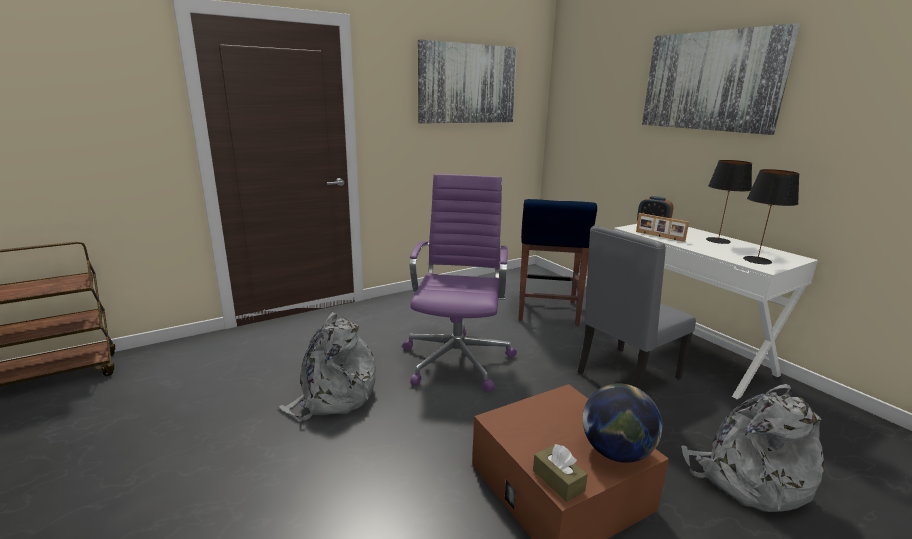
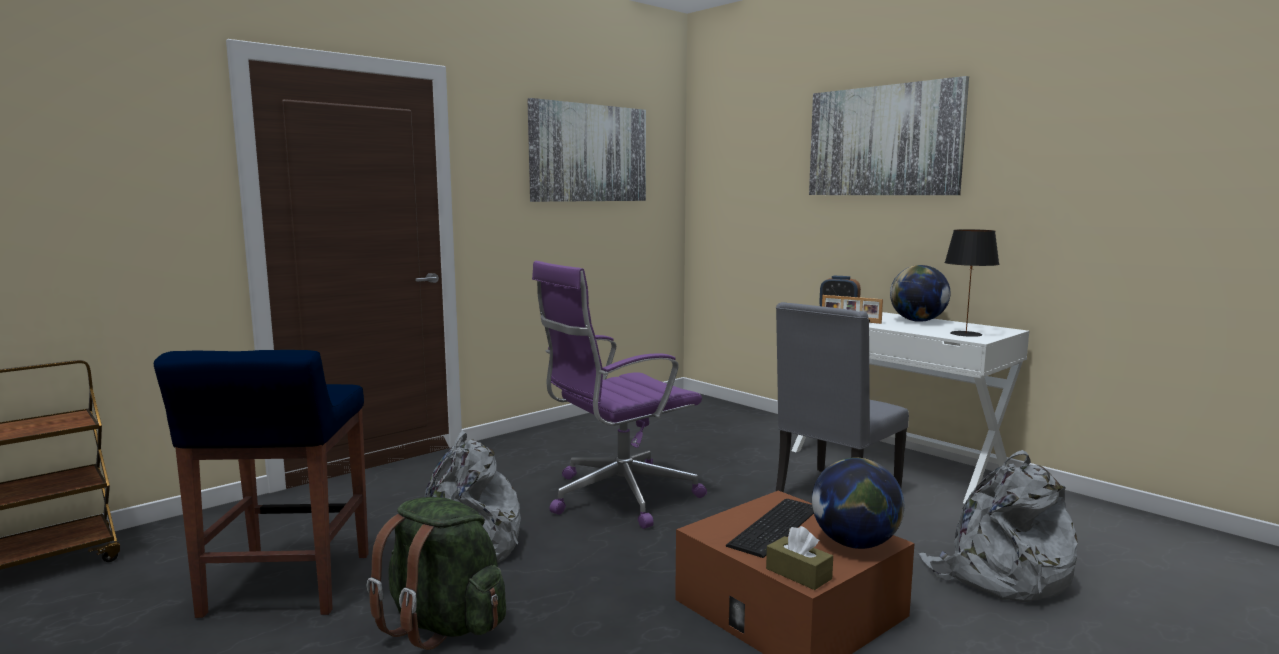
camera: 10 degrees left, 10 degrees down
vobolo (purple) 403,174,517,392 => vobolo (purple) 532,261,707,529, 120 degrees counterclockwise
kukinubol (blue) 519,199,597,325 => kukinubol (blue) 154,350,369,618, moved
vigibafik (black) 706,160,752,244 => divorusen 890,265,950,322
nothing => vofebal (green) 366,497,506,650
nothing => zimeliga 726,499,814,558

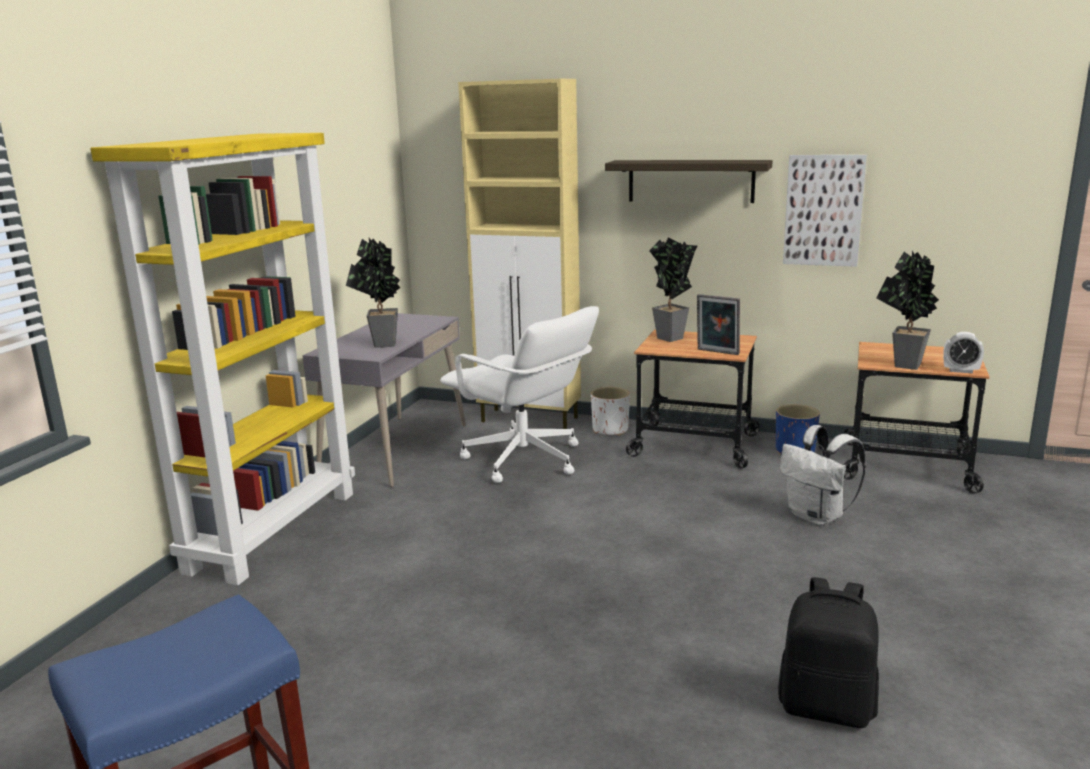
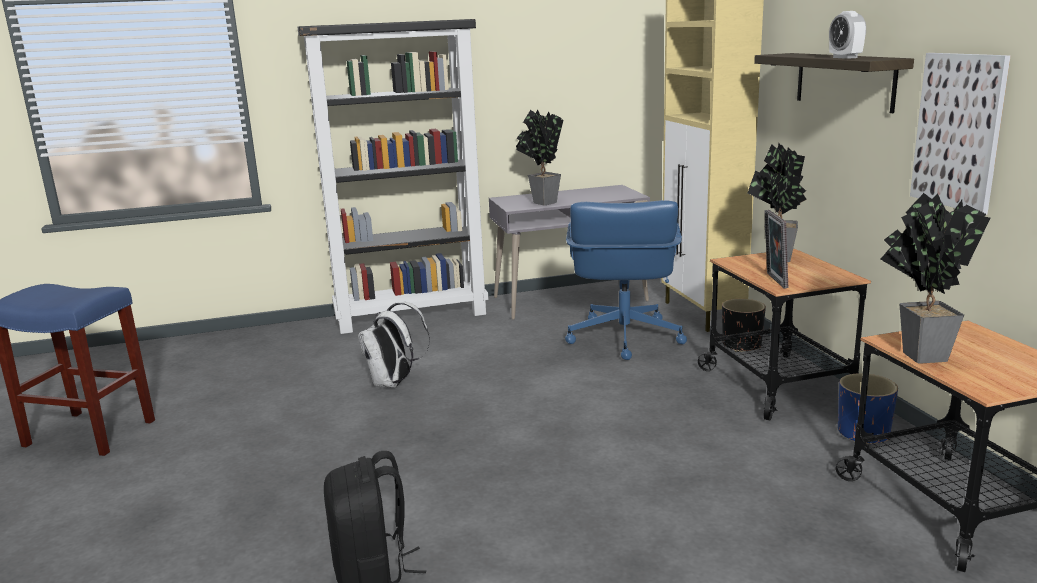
camera: 55 degrees right, 0 degrees up
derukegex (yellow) 90,133,355,586 => derukegex (black) 298,19,488,334
vobolo (white) 440,306,599,483 => vobolo (blue) 565,200,687,360
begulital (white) 591,387,630,436 => begulital (black) 722,299,766,352
vofebal (white) 780,425,866,526 => vofebal (white) 358,302,430,388, moved
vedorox 943,332,984,373 => vedorox 829,11,866,59, moved

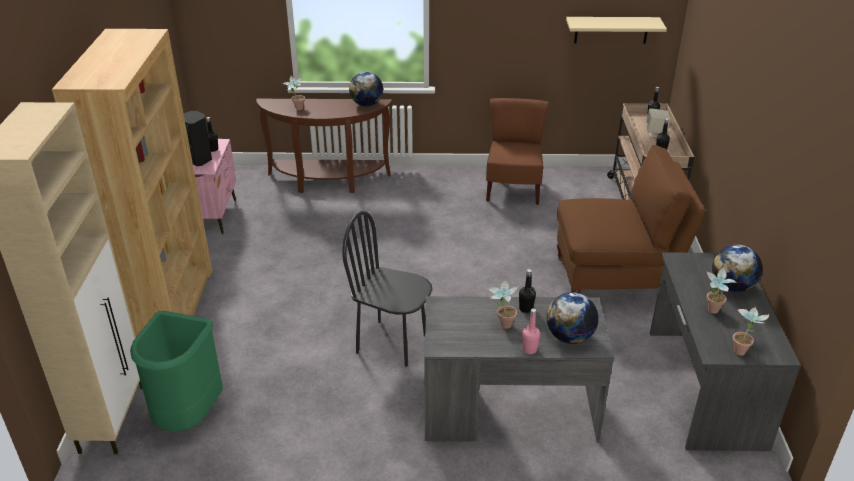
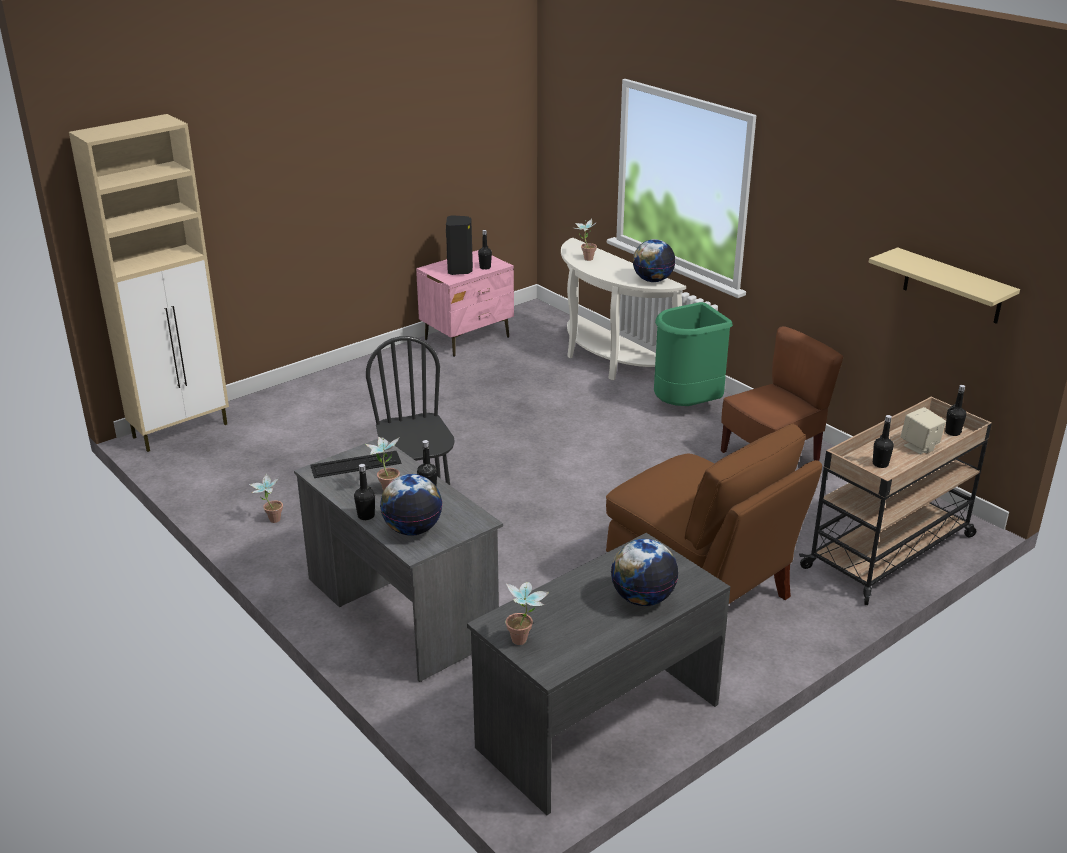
camera: 50 degrees right, 5 degrees down
derukegex (brown) 52,29,212,337 => nothing
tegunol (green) 130,311,223,432 => tegunol (green) 654,302,733,406, moved
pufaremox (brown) 256,99,392,193 => pufaremox (white) 561,238,686,380
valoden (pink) 522,308,540,354 => valoden (black) 354,464,375,520
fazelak 706,267,737,314 => fazelak 249,473,283,523, moved
nothing => zimeliga 310,451,402,478

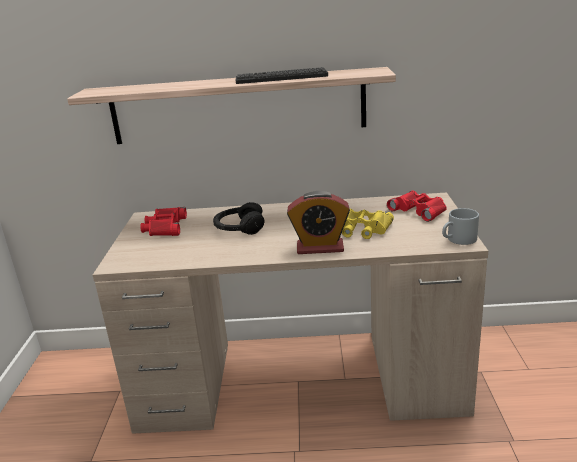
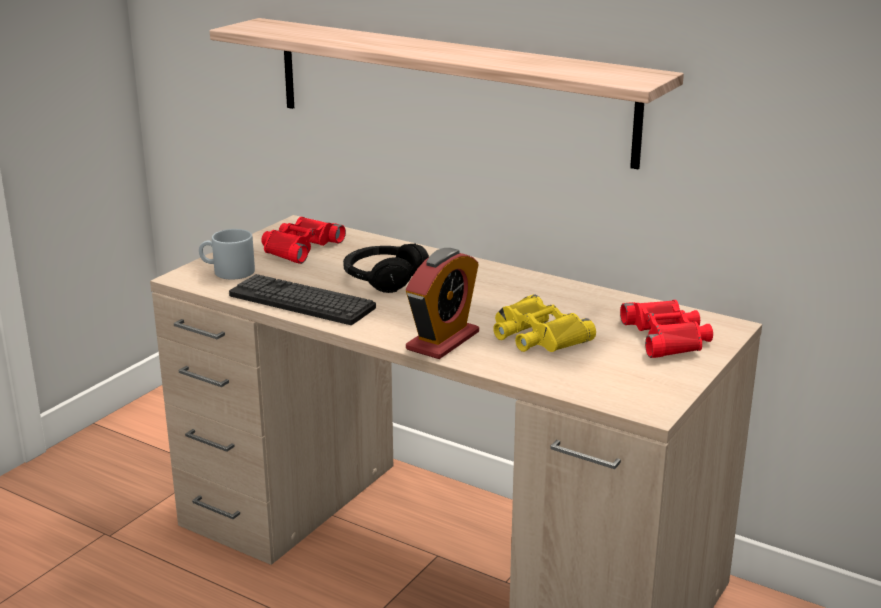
camera: 30 degrees right, 0 degrees up
zimeliga 236,67,328,84 => zimeliga 229,274,376,325, moved
vedorox 287,191,350,254 => vedorox 406,248,479,359, 90 degrees counterclockwise
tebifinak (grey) 442,208,479,245 => tebifinak (grey) 199,229,255,280, moved

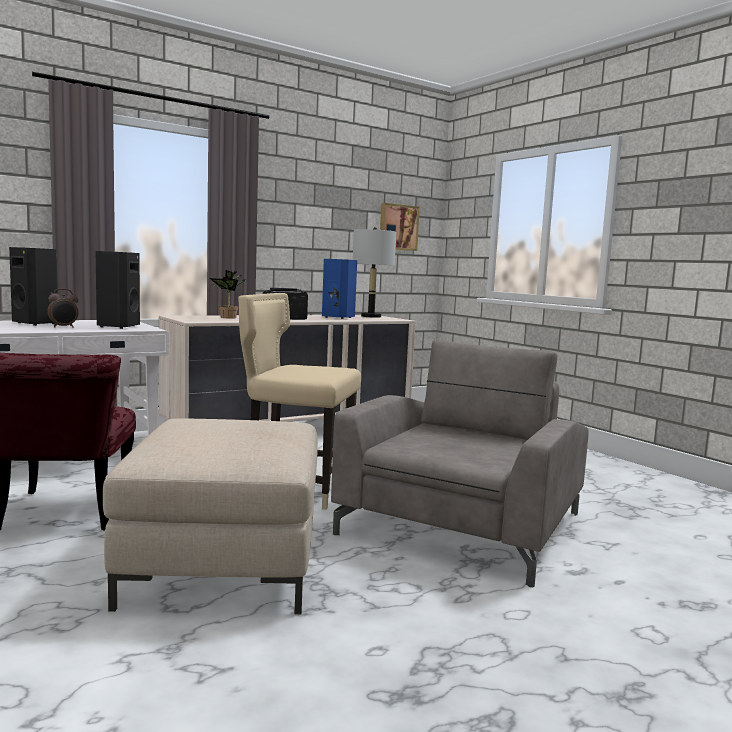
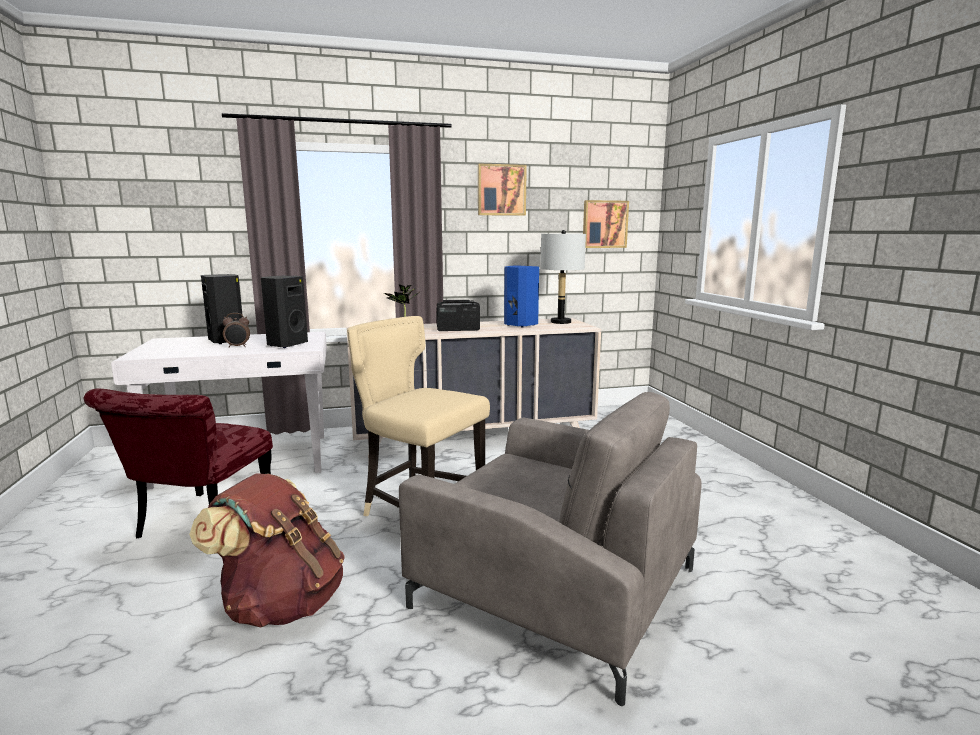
camera: 20 degrees right, 5 degrees up
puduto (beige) 103,419,318,614 => vofebal (brown) 189,473,345,628
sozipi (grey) 331,340,589,587 => sozipi (grey) 399,392,702,706, 75 degrees clockwise
nothing => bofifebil 478,163,527,216

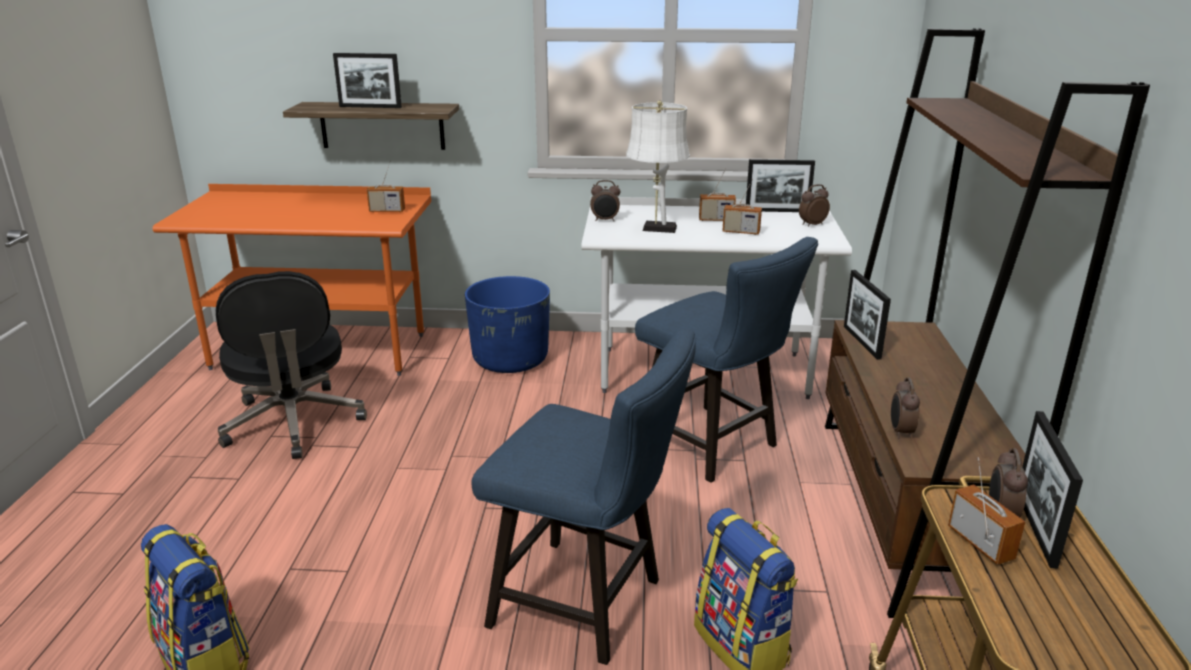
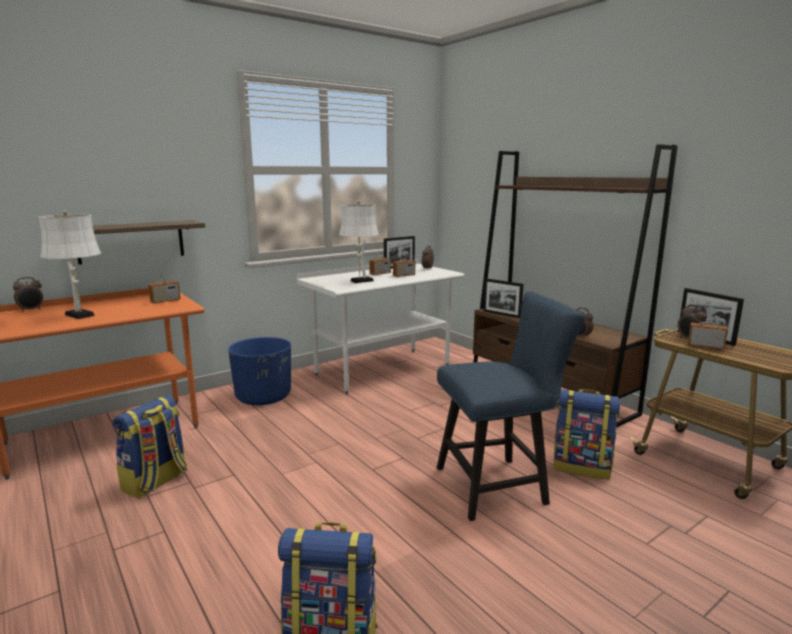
camera: 40 degrees left, 10 degrees down
vobolo (black) 216,271,367,459 => vofebal 113,395,187,499
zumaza 333,53,402,108 => nothing
vedorox 590,180,620,221 => vedorox 13,277,43,312, moved
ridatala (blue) 635,237,818,483 => nothing
nothing => vigibafik (white) 38,210,101,319

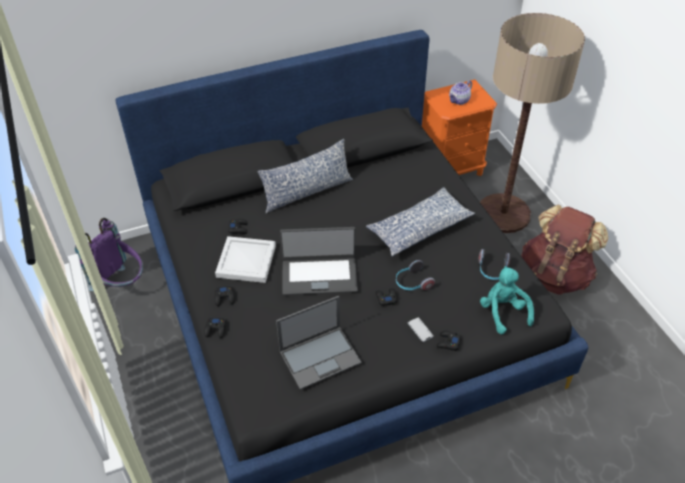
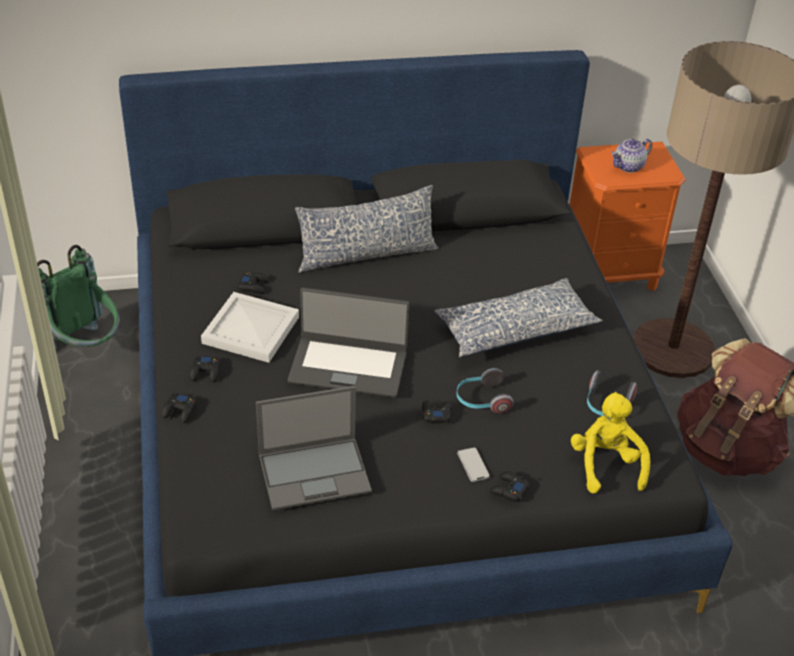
camera: 10 degrees right, 5 degrees down
vofebal (purple) 75,218,143,291 => vofebal (green) 37,245,120,350
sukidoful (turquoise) 480,266,534,334 => sukidoful (yellow) 571,392,650,493

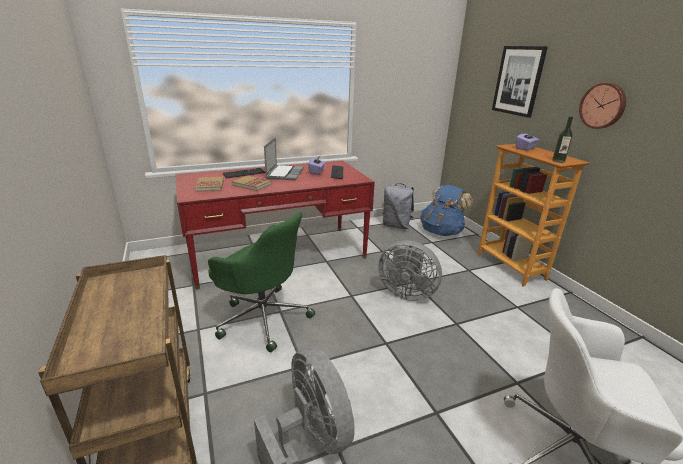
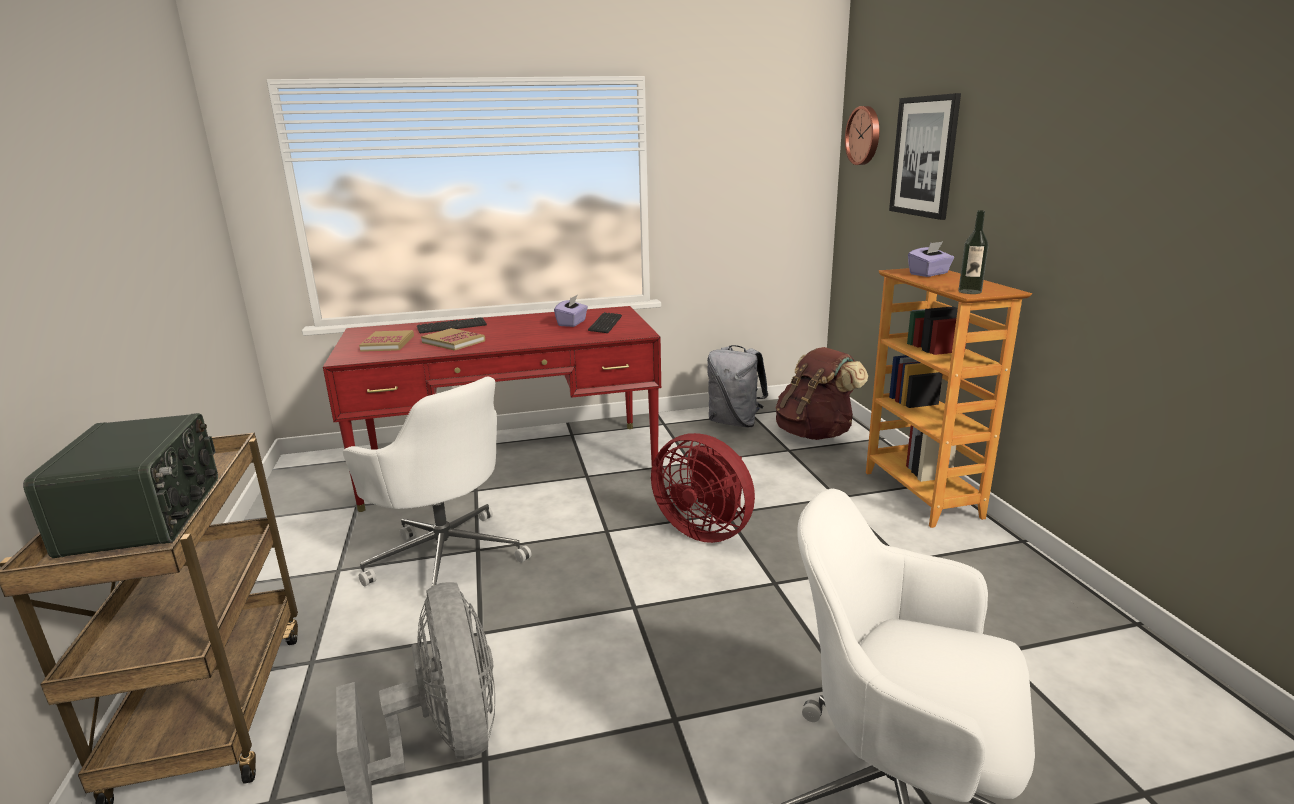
camera: 10 degrees right, 5 degrees down
vobolo (green) 208,212,315,352 => vobolo (white) 343,376,532,586
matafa 264,137,304,180 => nothing
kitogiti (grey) 378,240,442,301 => kitogiti (red) 651,433,755,543
vofebal (blue) 420,185,474,236 => vofebal (brown) 776,347,868,440
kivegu 579,83,626,129 => kivegu 845,106,879,165, moved
nothing => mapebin 23,413,218,558

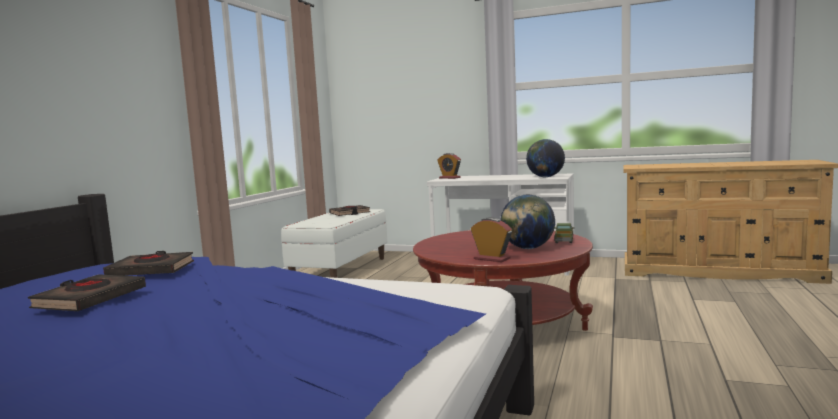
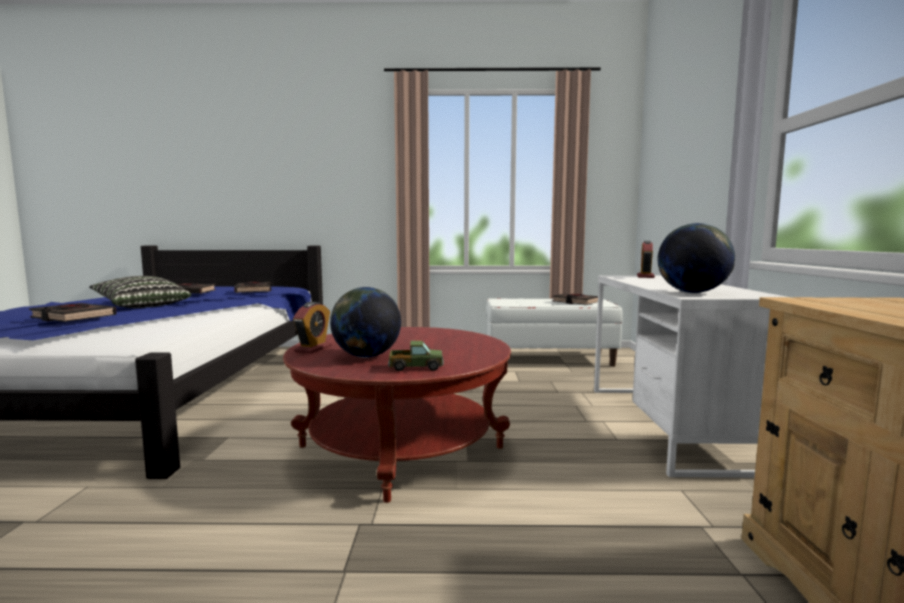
camera: 70 degrees right, 0 degrees up
nothing => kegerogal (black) 29,303,117,322
nothing => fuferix 89,276,191,308

